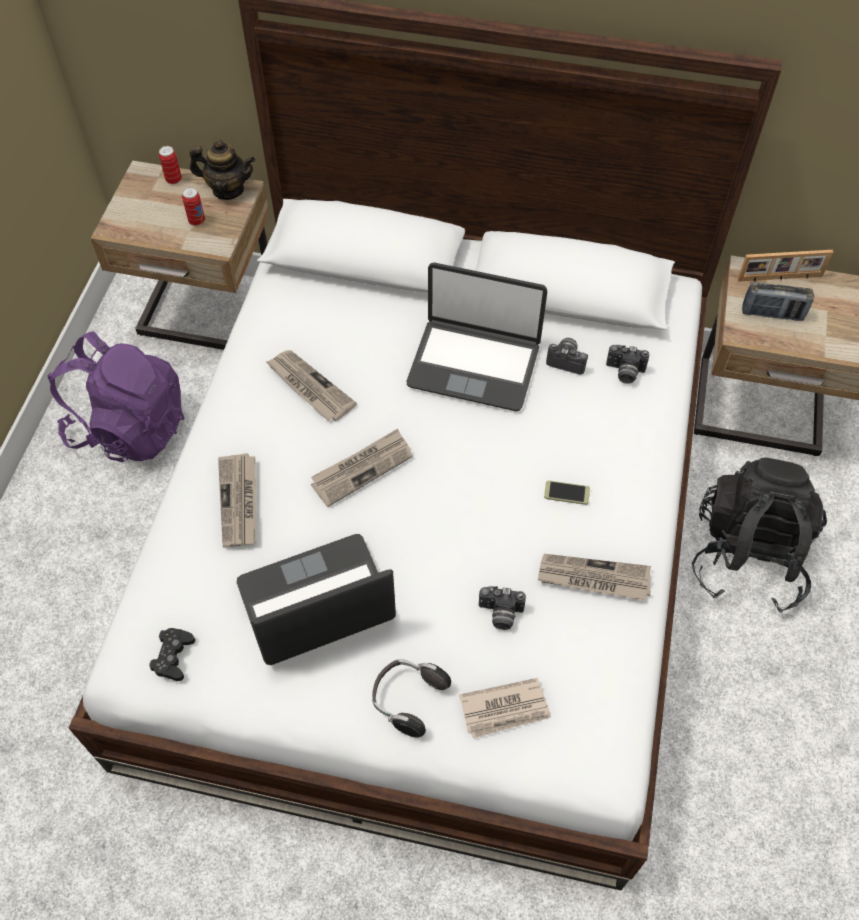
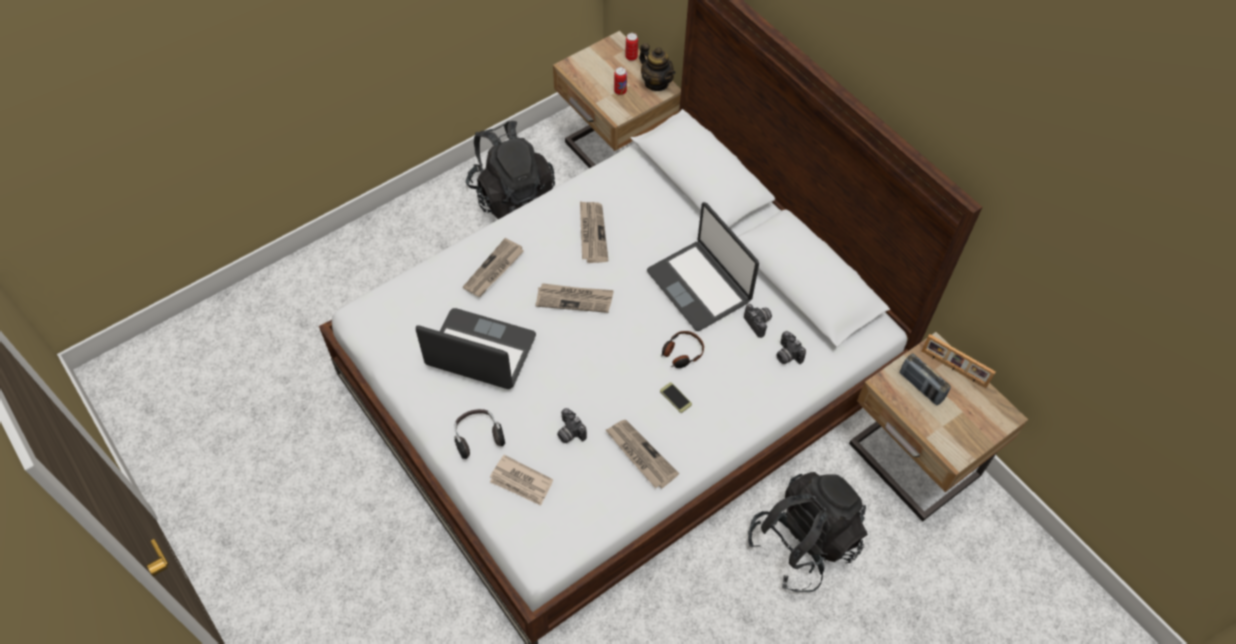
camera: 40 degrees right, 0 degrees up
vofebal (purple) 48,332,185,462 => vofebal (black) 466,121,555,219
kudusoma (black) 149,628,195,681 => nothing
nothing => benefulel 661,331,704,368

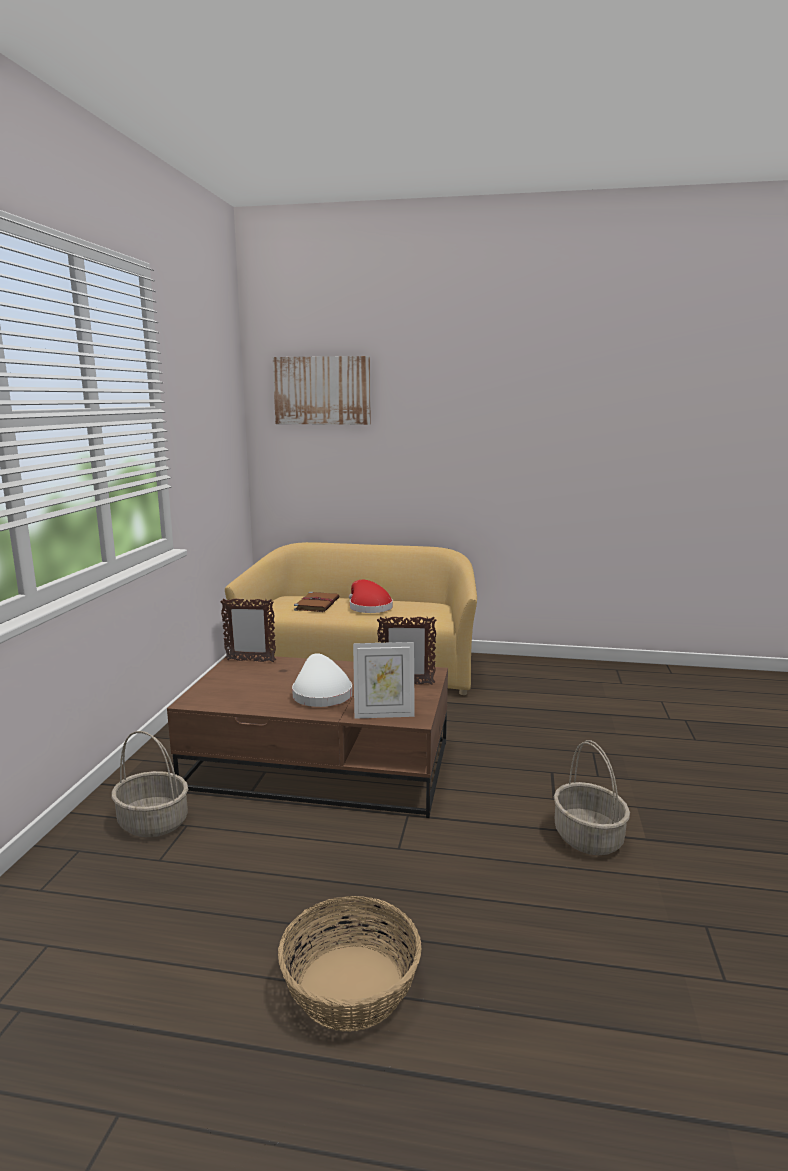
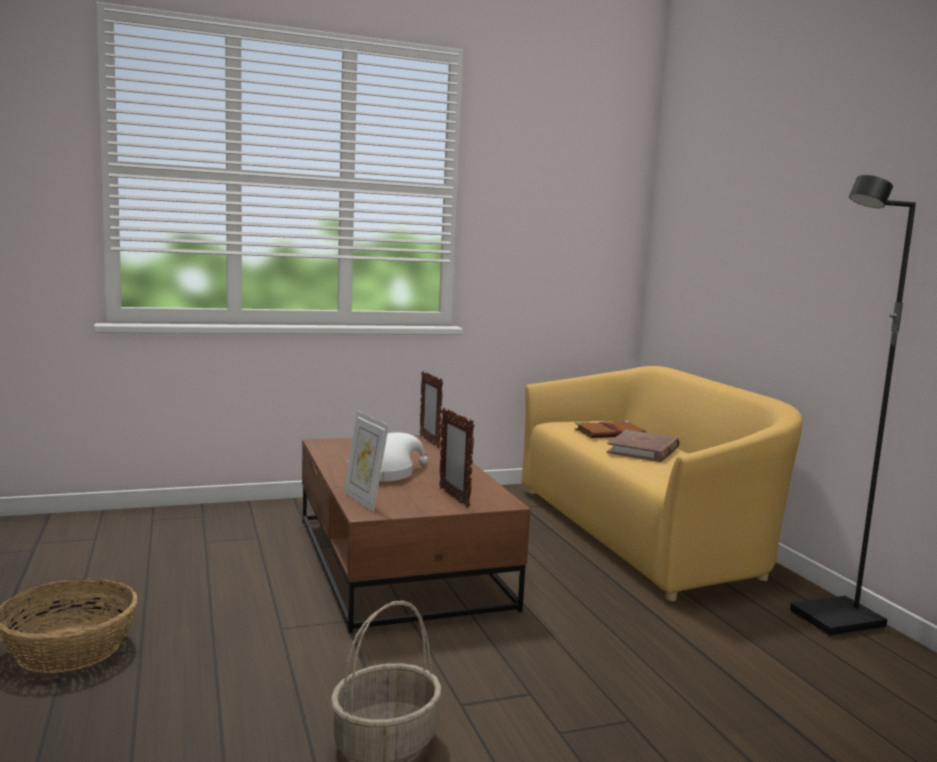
camera: 60 degrees right, 5 degrees down
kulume 112,731,188,837 => nothing
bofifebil 273,356,371,425 => nothing
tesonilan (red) 349,580,393,613 => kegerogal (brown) 607,430,680,462
nothing => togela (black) 790,175,916,637

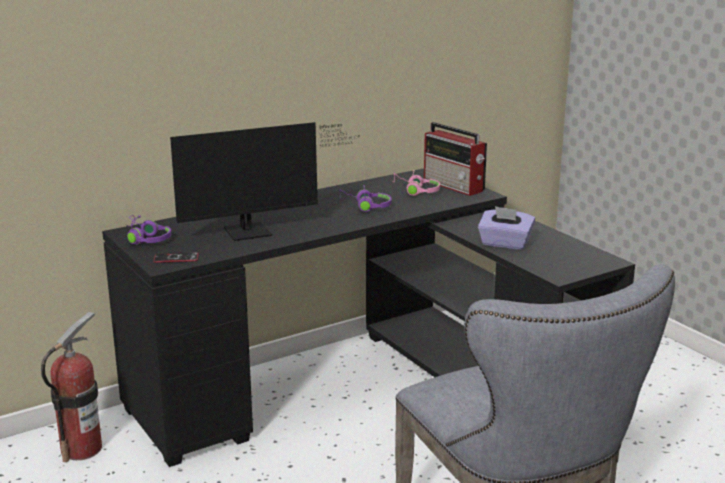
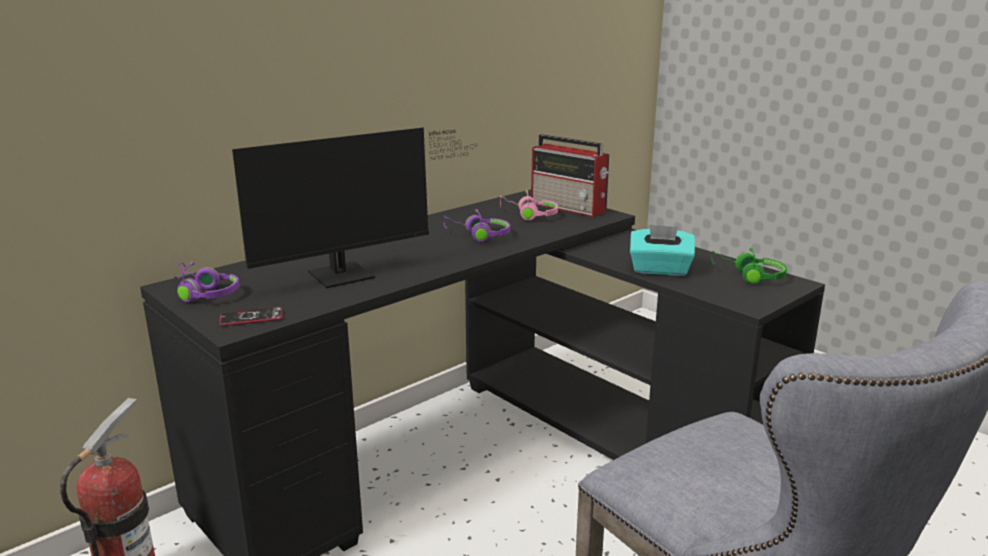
camera: 10 degrees left, 0 degrees up
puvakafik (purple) 478,206,535,250 => puvakafik (turquoise) 630,224,695,276
nothing => benefulel (green) 711,248,787,284

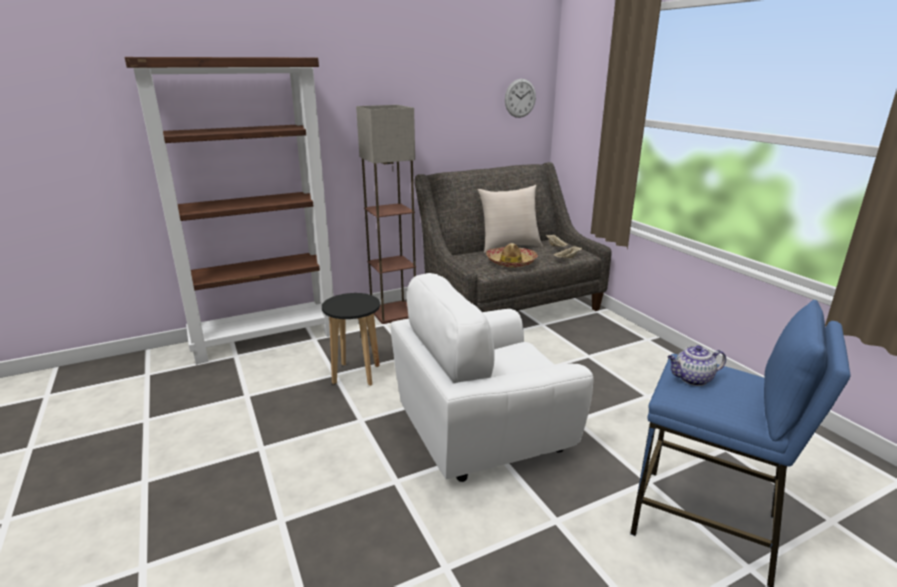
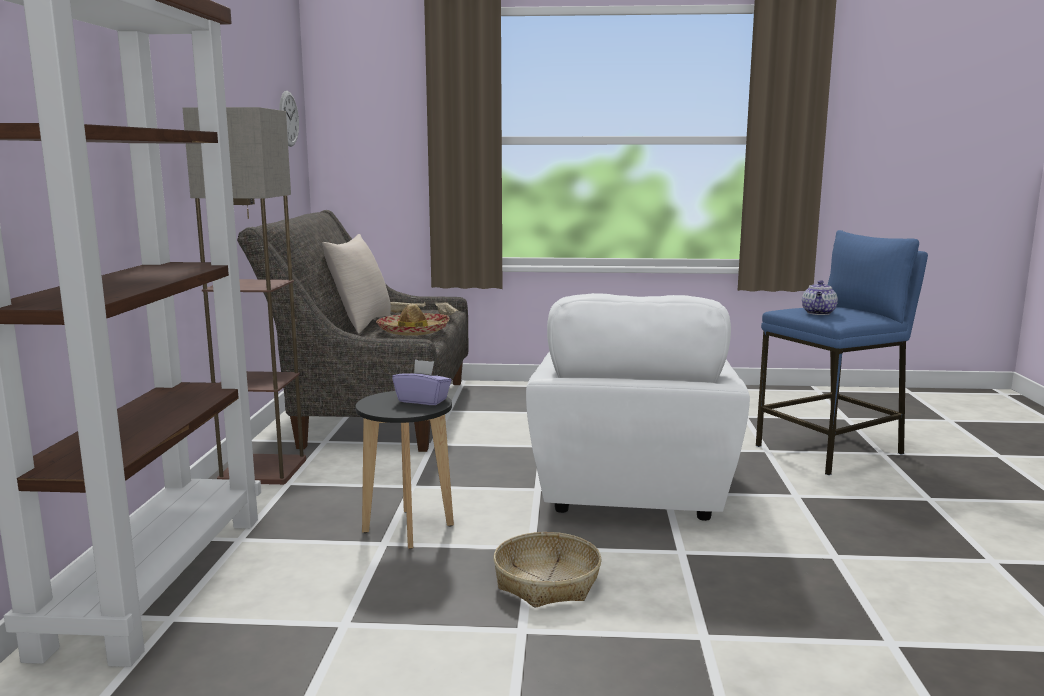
camera: 60 degrees left, 10 degrees down
nothing => puvakafik (purple) 392,359,452,405
nothing => kulume 493,532,602,608

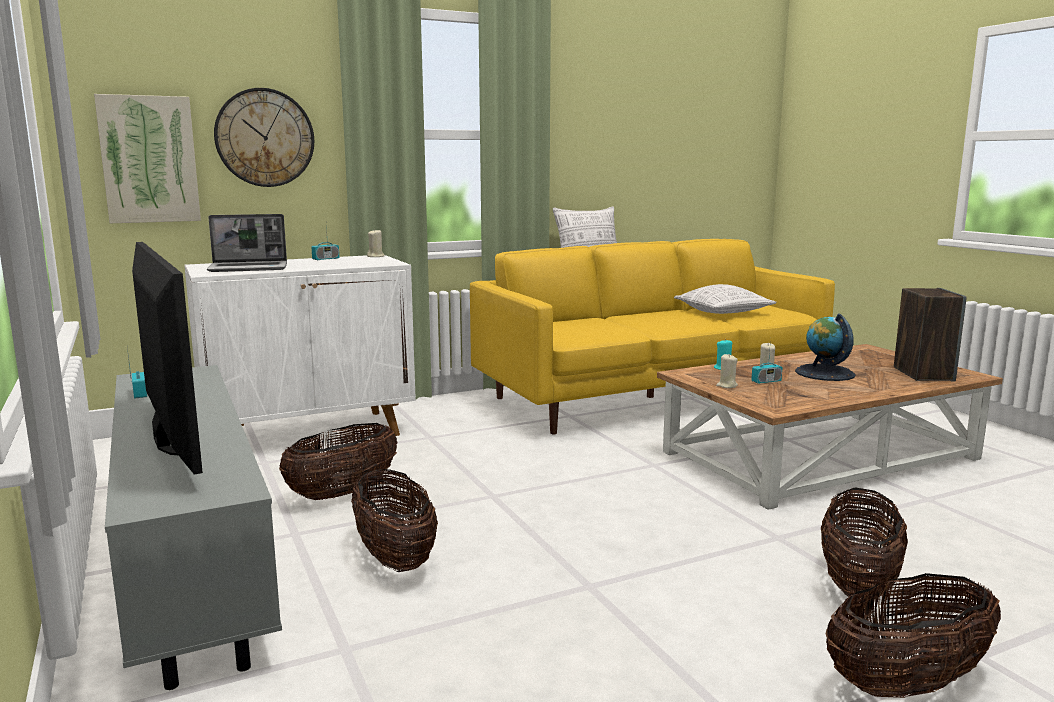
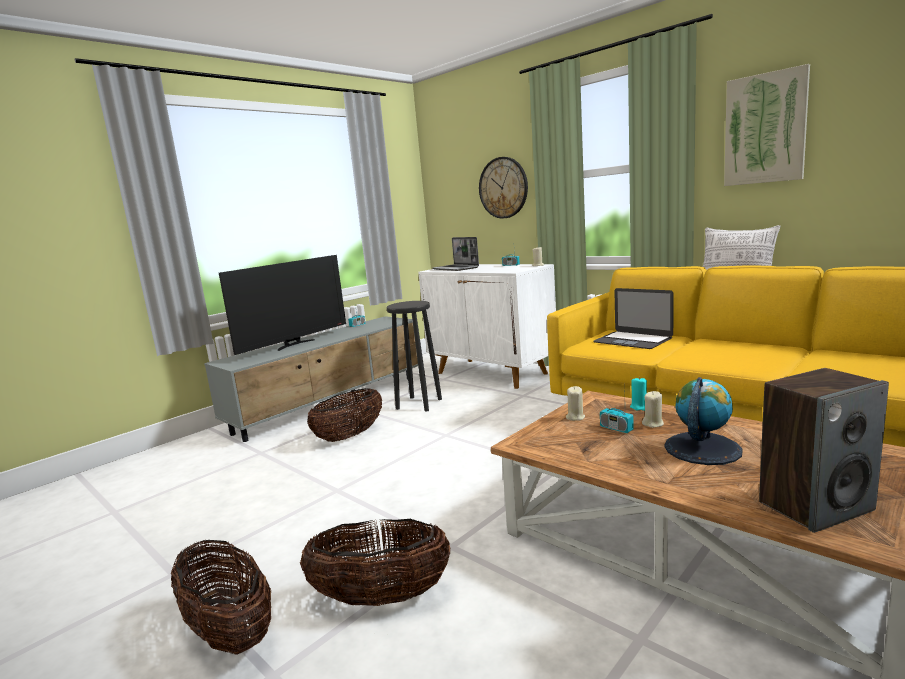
camera: 70 degrees right, 0 degrees up
bofifebil 94,94,201,223 => bofifebil 724,64,810,186, moved
kulume 279,423,397,500 => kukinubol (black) 386,301,442,412
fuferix 674,284,777,314 => nothing
nothing => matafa 594,288,674,349

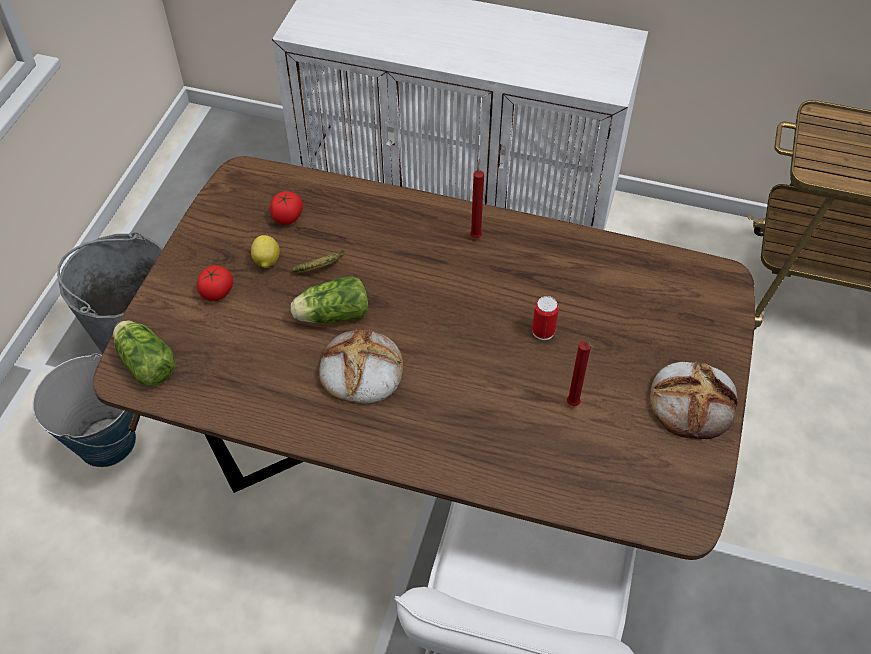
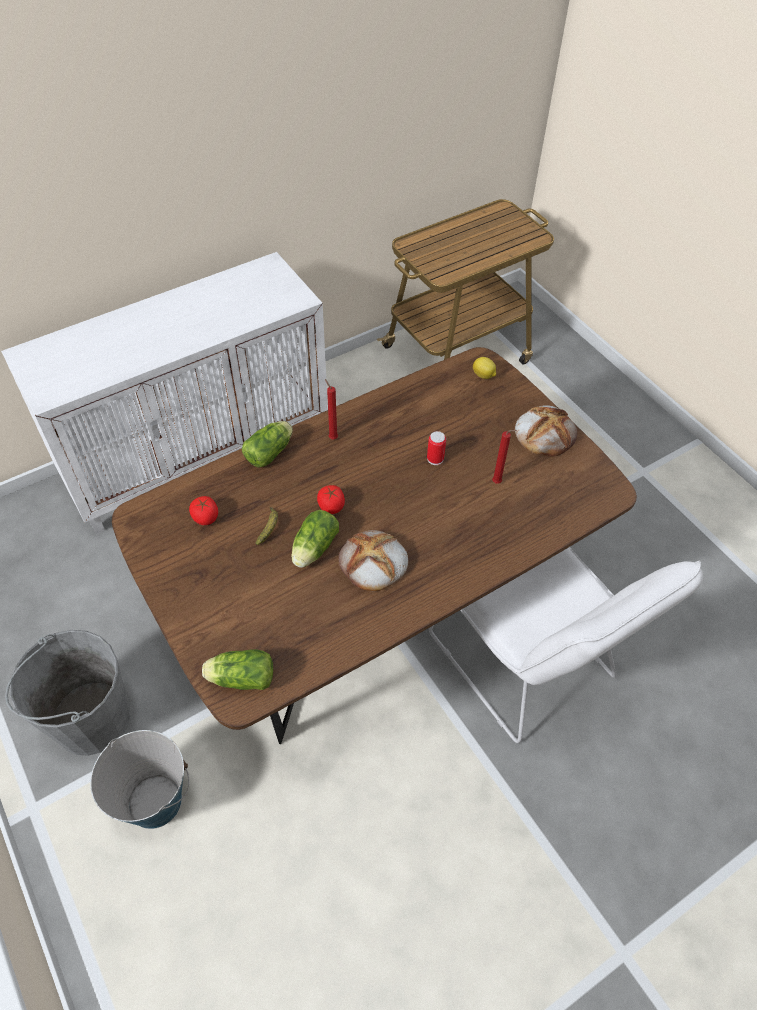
camera: 50 degrees left, 0 degrees up
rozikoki 197,265,233,301 => rozikoki 317,485,345,514, moved
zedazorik 251,235,280,268 => zedazorik 473,357,496,379, moved
nothing => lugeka 242,421,293,468

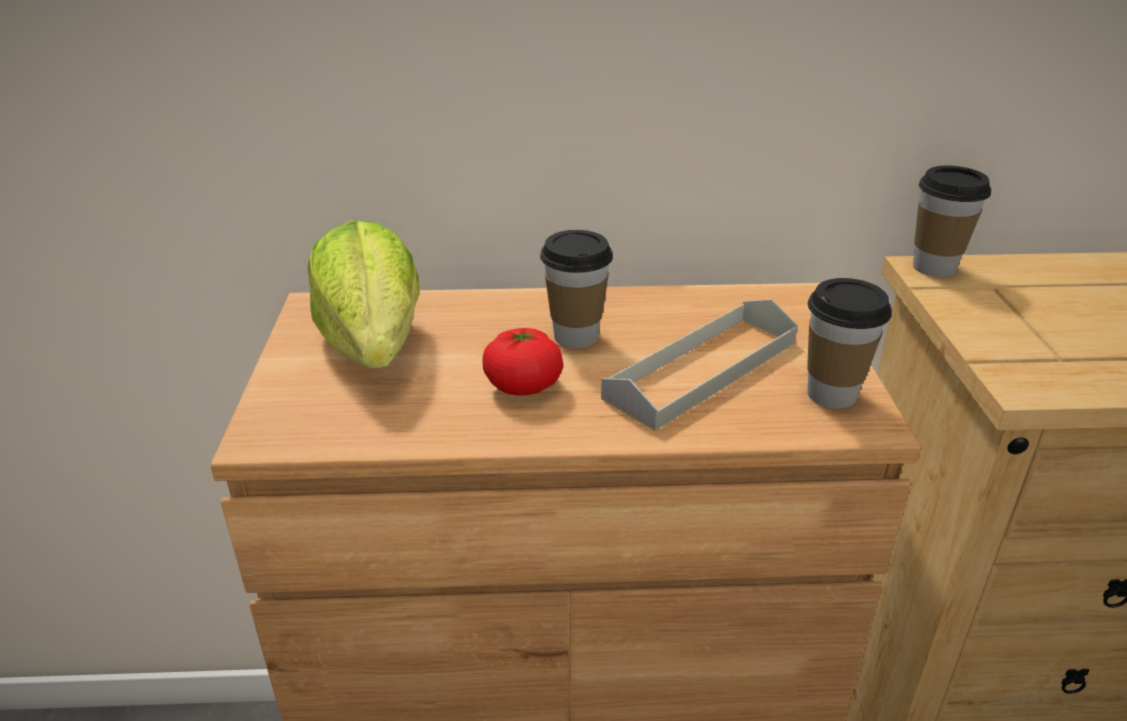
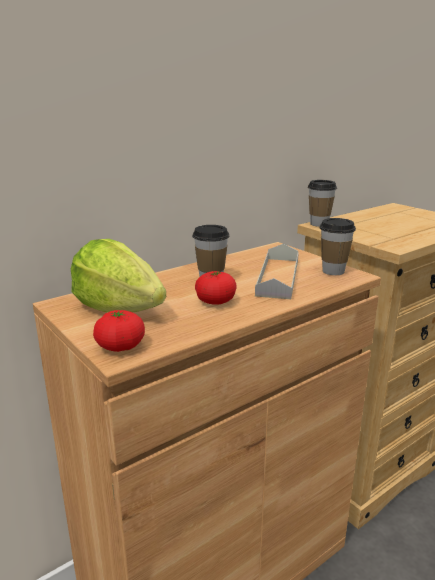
camera: 35 degrees left, 10 degrees down
nothing => rozikoki 93,310,145,352

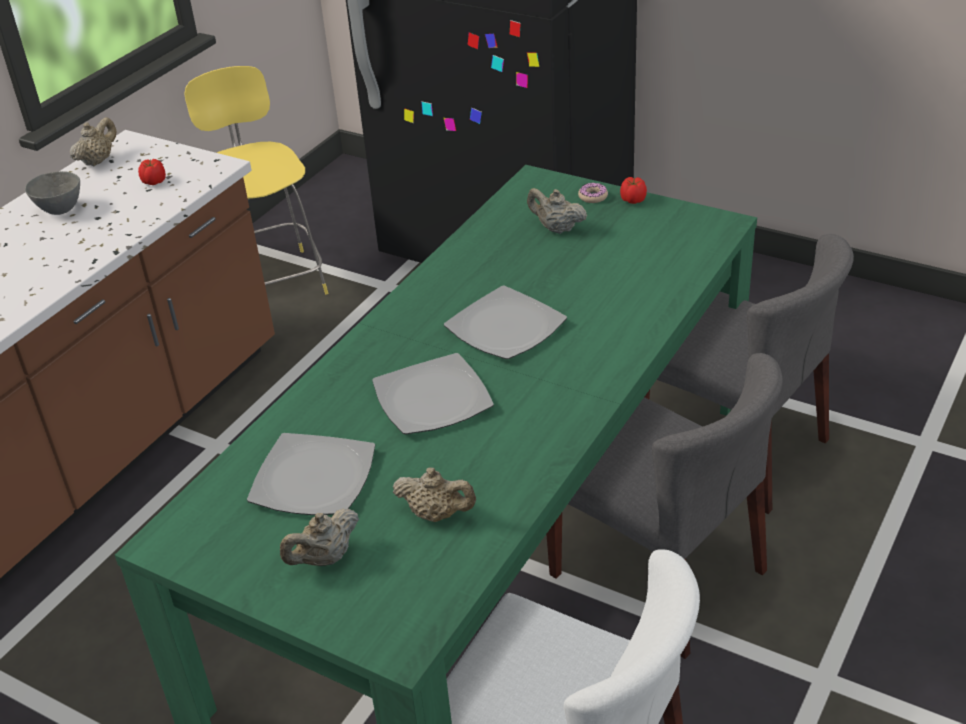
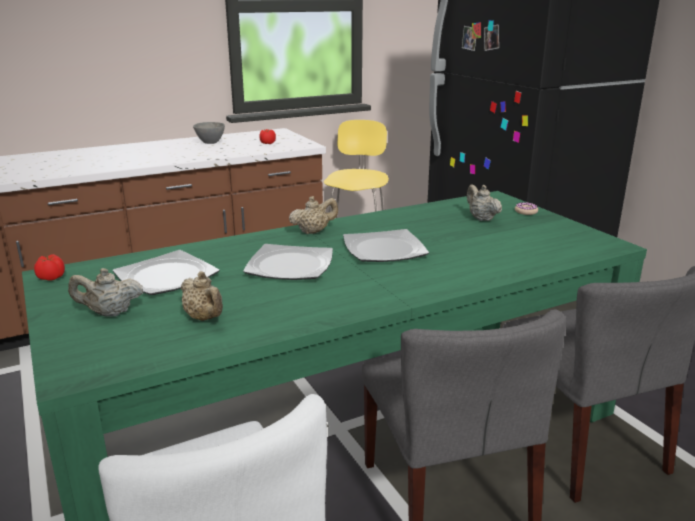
camera: 30 degrees right, 15 degrees down
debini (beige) 70,117,116,166 => debini (beige) 289,196,338,234, moved
rozikoki 620,177,647,204 => rozikoki 34,254,65,280, moved

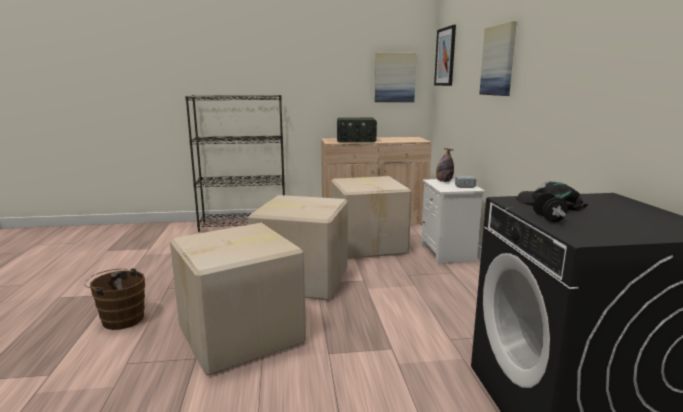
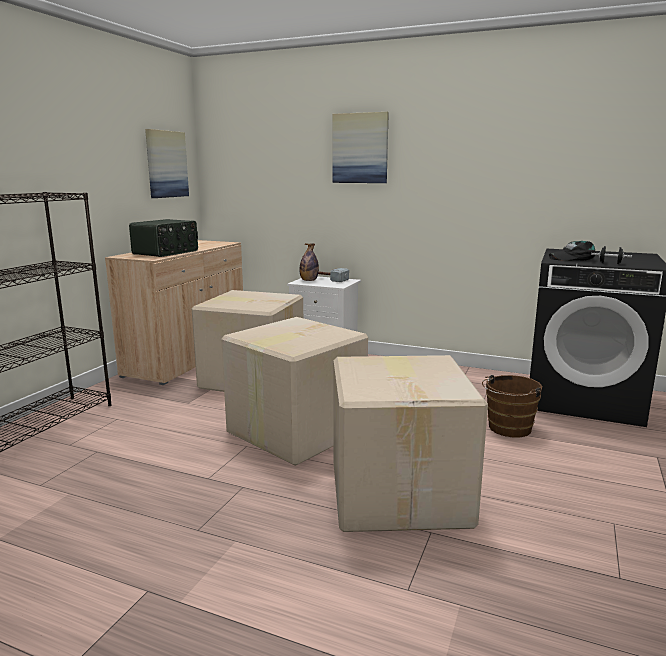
camera: 60 degrees left, 0 degrees up
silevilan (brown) 84,268,145,330 => silevilan (brown) 482,375,542,437, moved
bofifebil 434,25,456,86 => nothing

